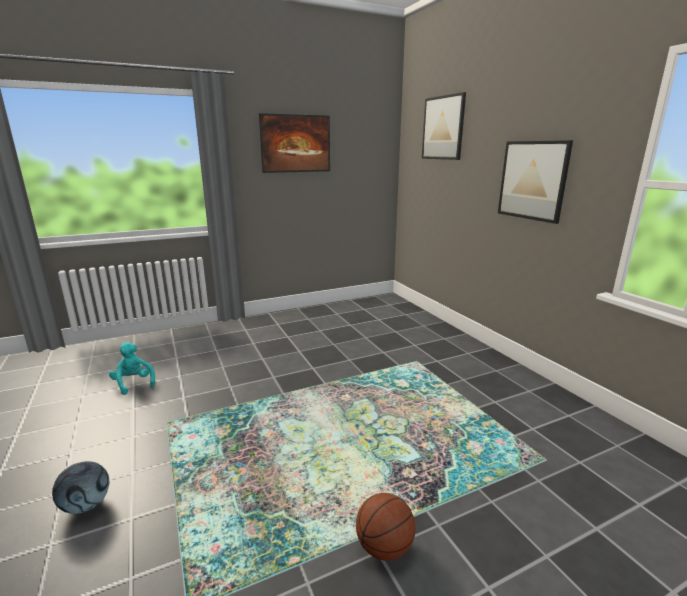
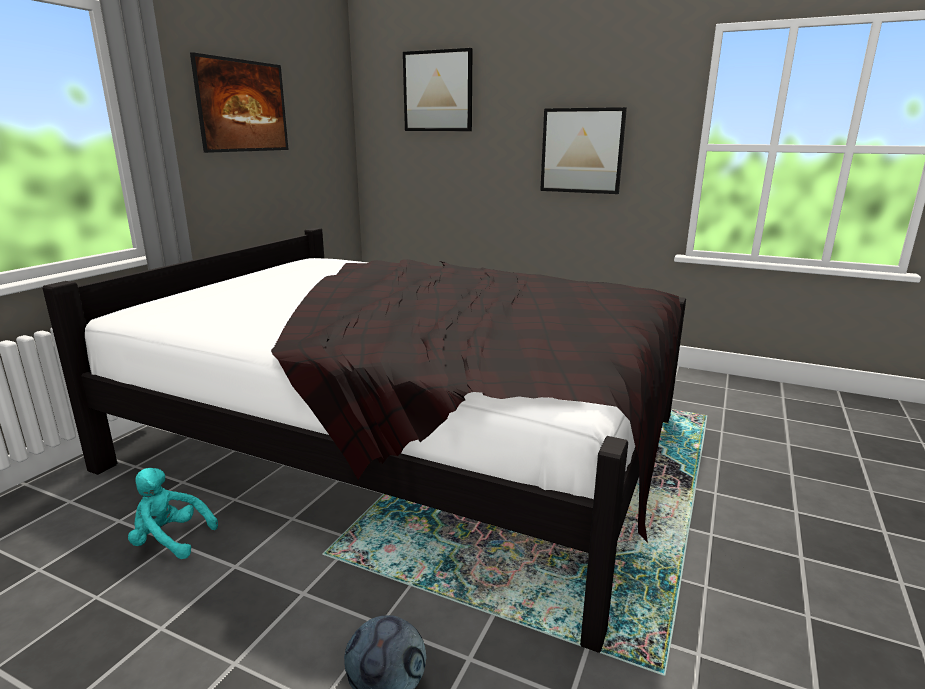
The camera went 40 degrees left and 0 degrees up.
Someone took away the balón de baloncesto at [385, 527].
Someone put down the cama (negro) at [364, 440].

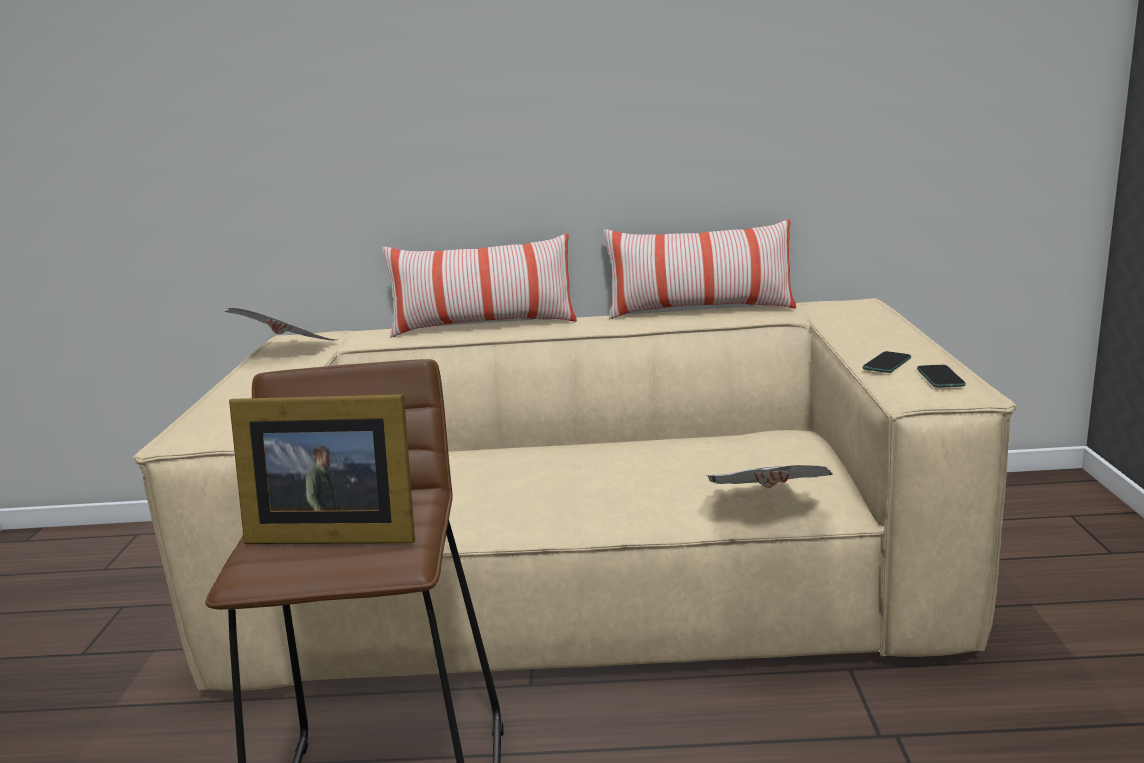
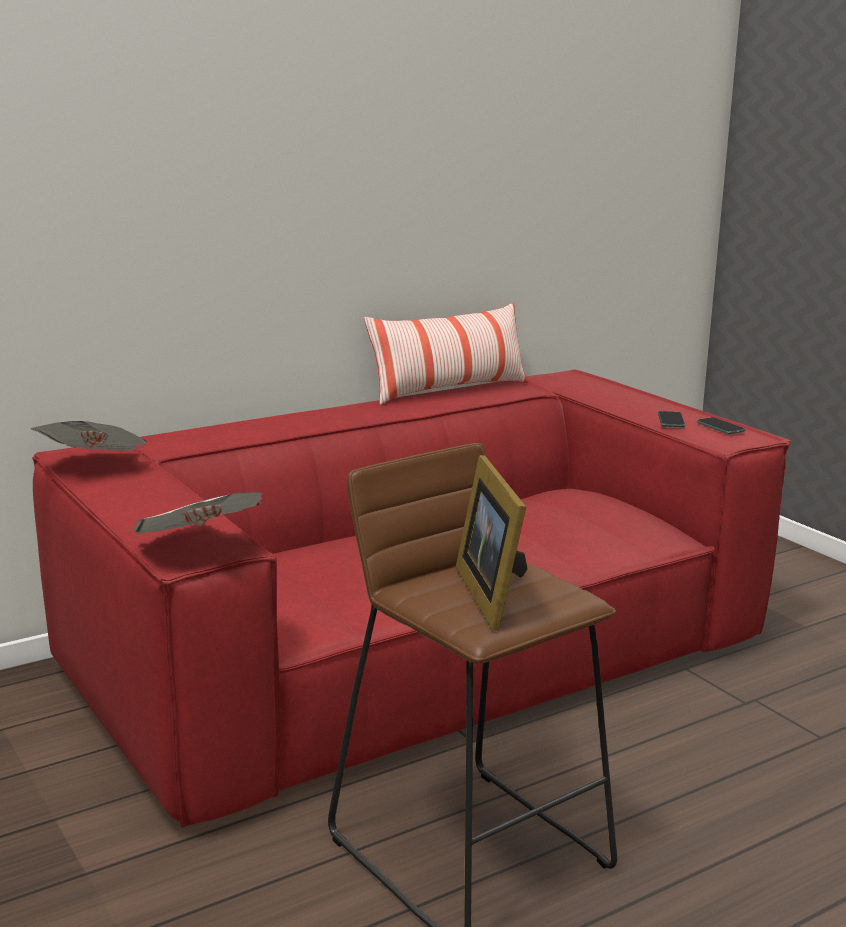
The camera went 35 degrees left and 0 degrees up.
Someone repainted the sofá (beis) at [575, 494], which became the sofá (rojo) at [411, 598].
Someone rotated the portarretratos at [322, 469] by 105 degrees clockwise.
Someone took away the cojín at [480, 285].
Someone carried the periódico from [770, 476] to [197, 513].

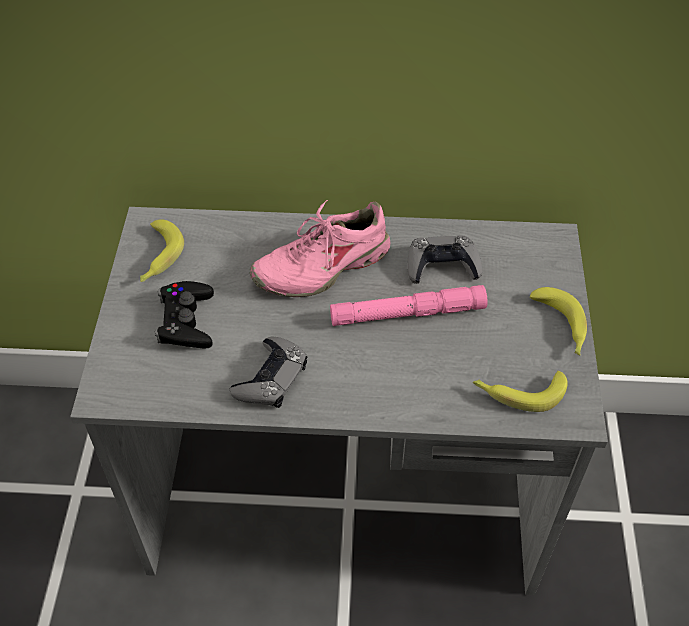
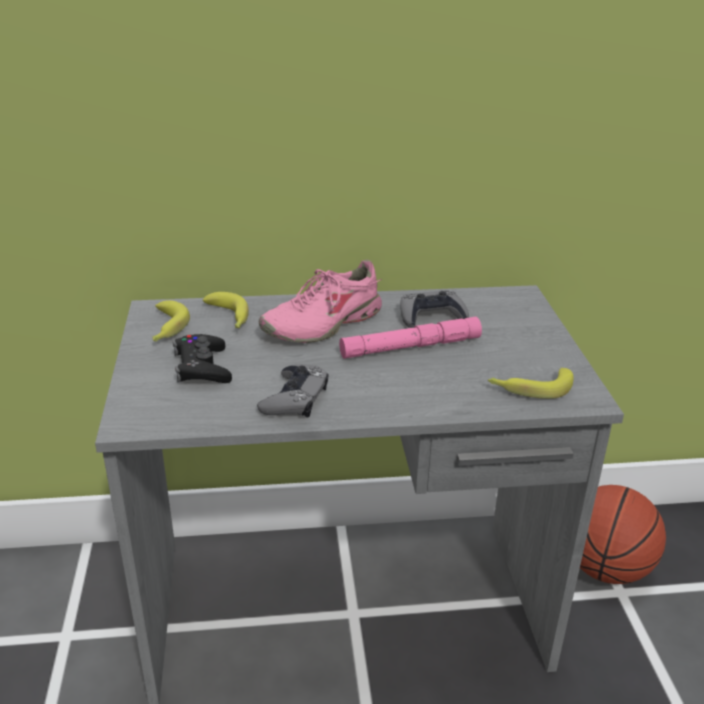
The camera went 10 degrees left and 20 degrees down.
Someone carried the plátano from [558, 321] to [226, 310].
Someone put down the balón de baloncesto at [623, 534].

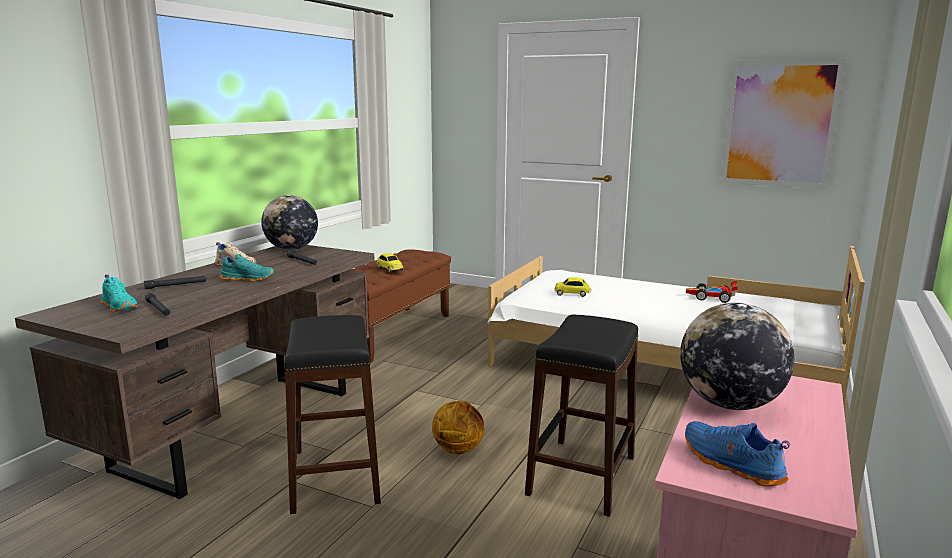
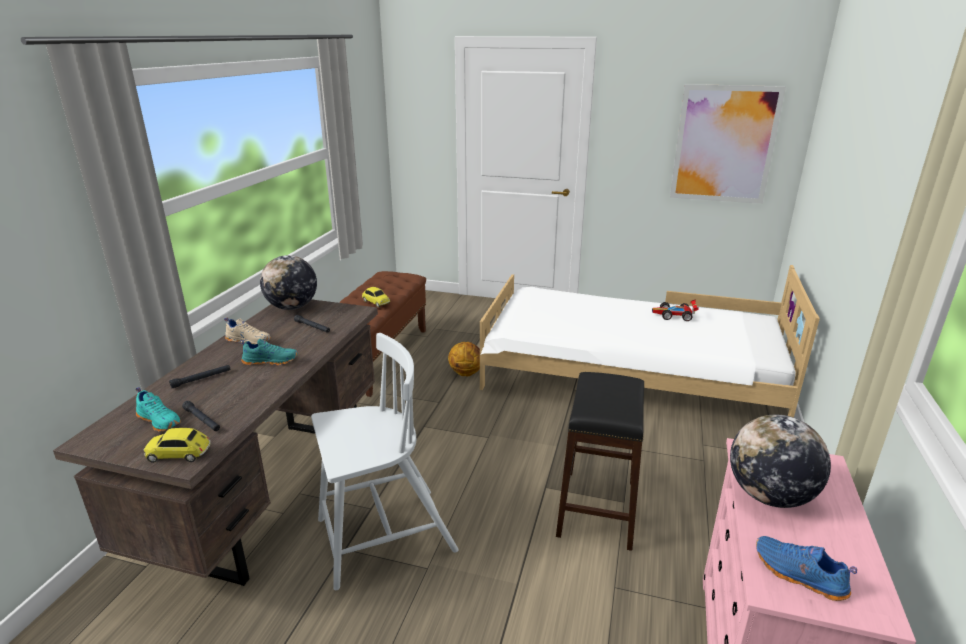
The camera went 10 degrees left and 10 degrees up.
Someone swapped the taburete (negro) at [332, 414] for the silla (blanco) at [385, 461].
Someone carried the balón de baloncesto from [458, 428] to [464, 359].
Someone carried the coche de juguete from [573, 287] to [177, 445].

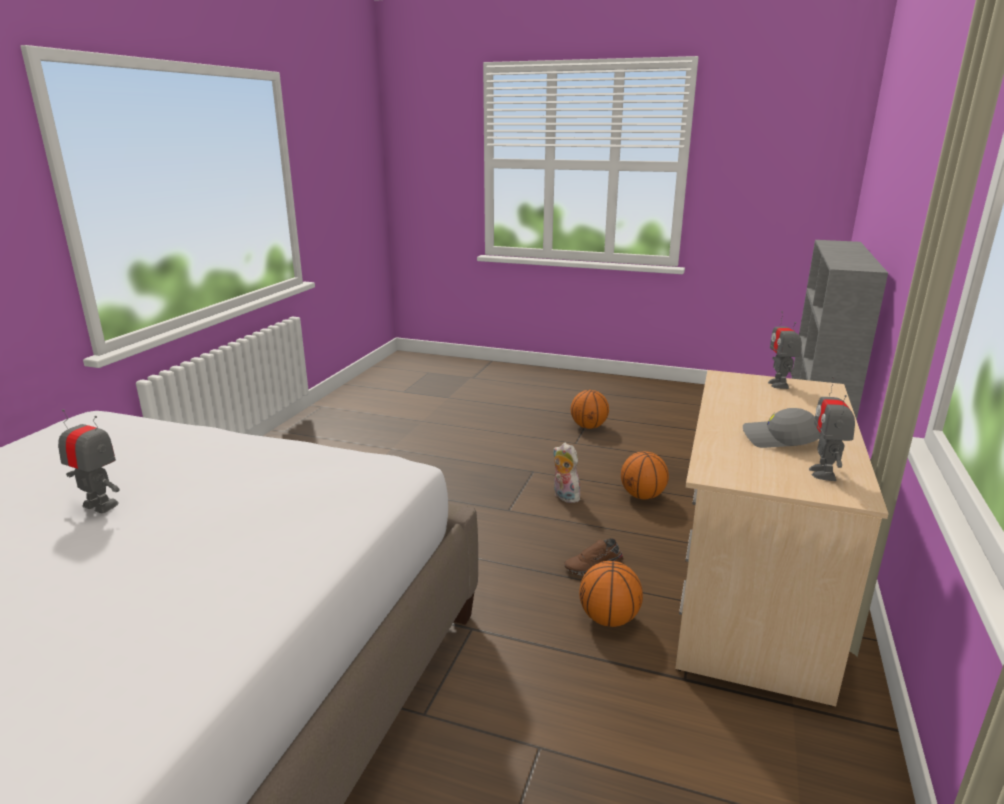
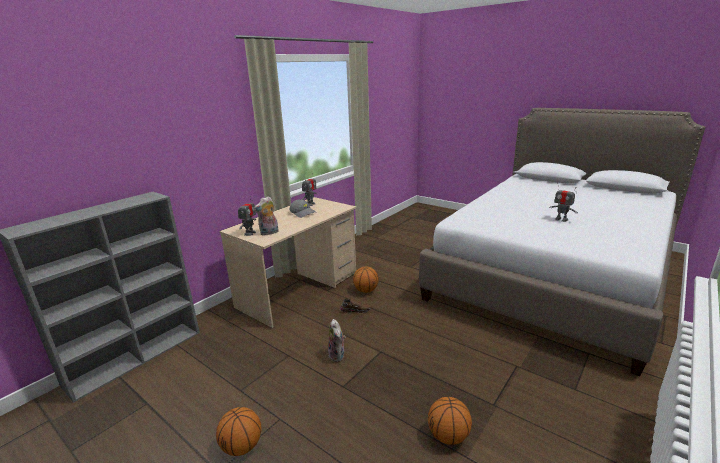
The camera went 160 degrees left and 0 degrees up.
Someone carried the balón de baloncesto from [645, 475] to [450, 421].
Someone put down the peluche at [266, 216].

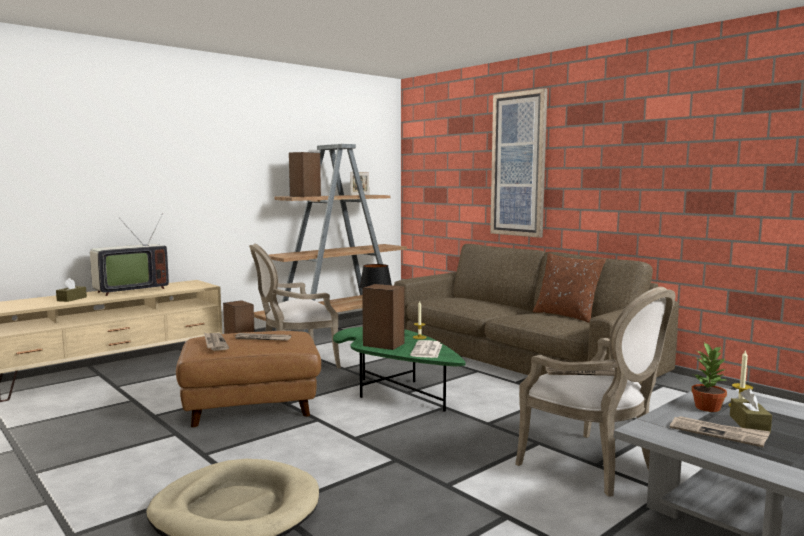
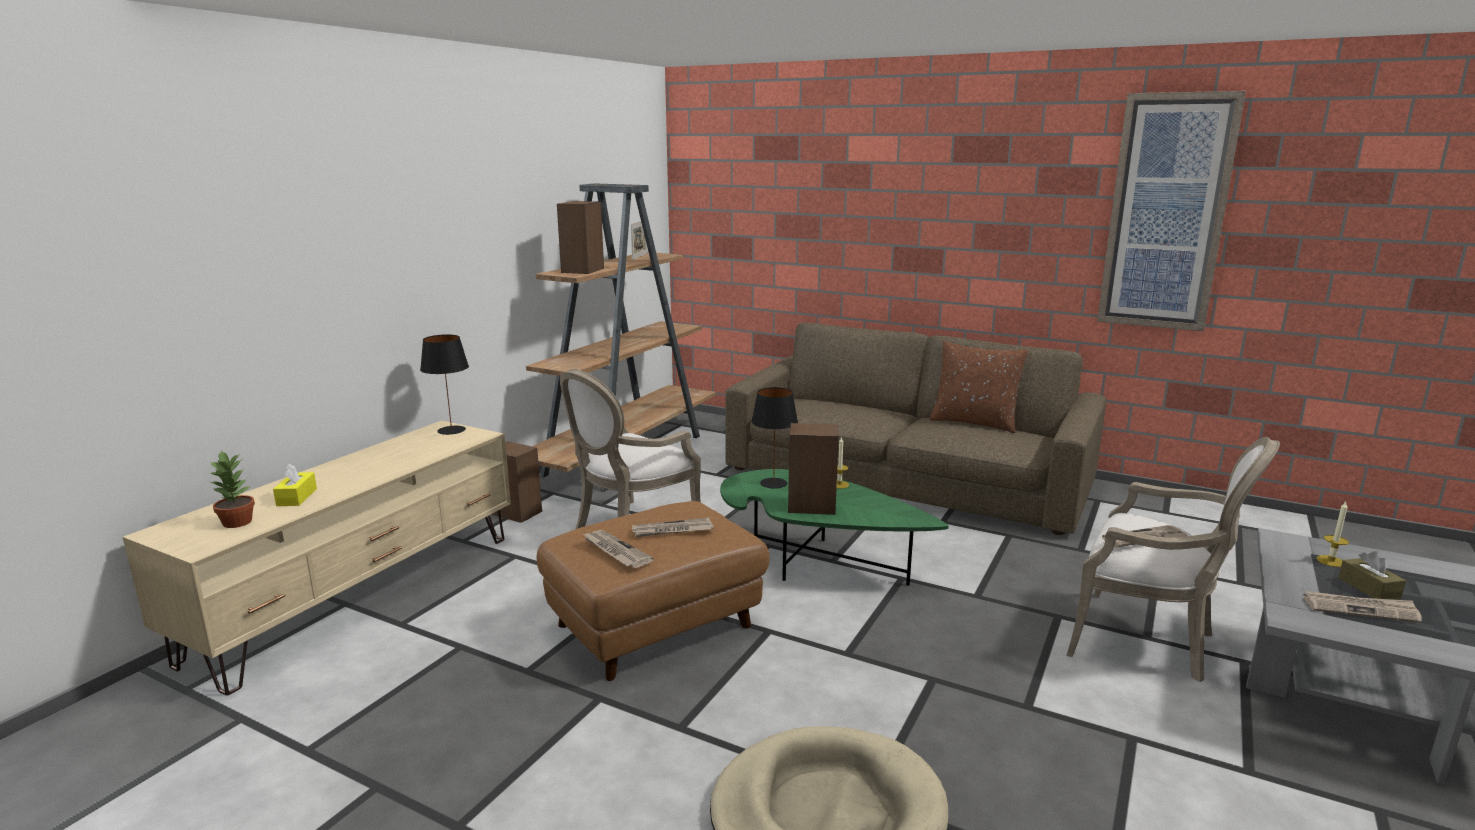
The camera went 20 degrees left and 10 degrees up.
Someone repainted the caja de pañuelos (marrón) at [71, 290], which became the caja de pañuelos (amarillo) at [295, 484].
Someone took away the televisor at [129, 254].
Someone took away the periódico at [426, 349].
Someone carried the cuadro from [519, 163] to [1171, 211].
Someone carried the planta en maceta from [709, 377] to [232, 489].
Someone put down the lámpara de mesa (negro) at [444, 384].

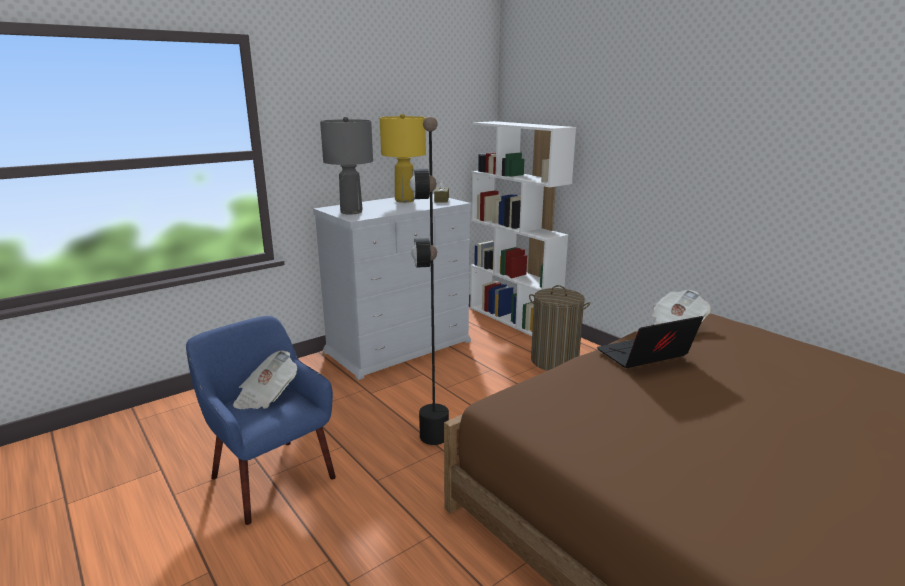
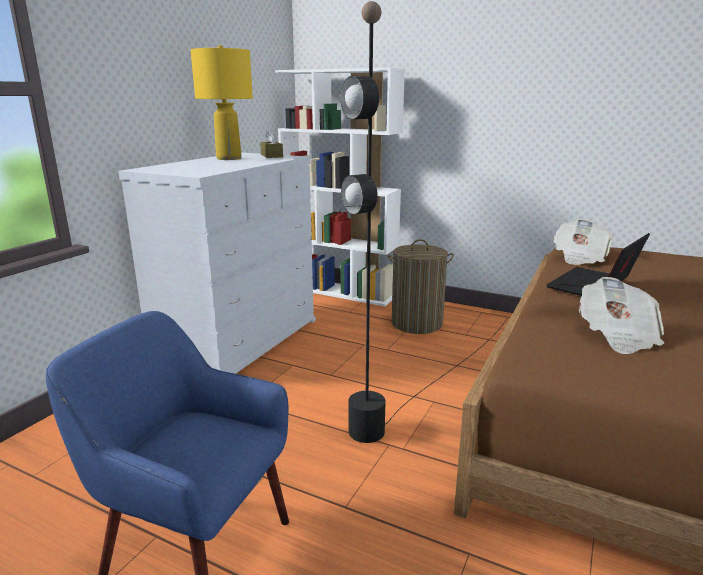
The camera went 25 degrees left and 0 degrees up.
Someone carried the periódico from [265, 380] to [621, 315].
Someone took away the lámpara de mesa (gris) at [346, 166].

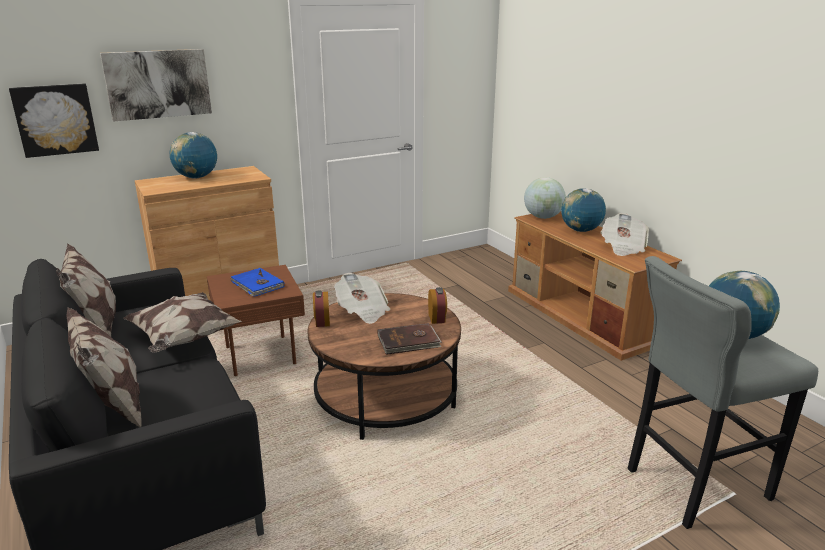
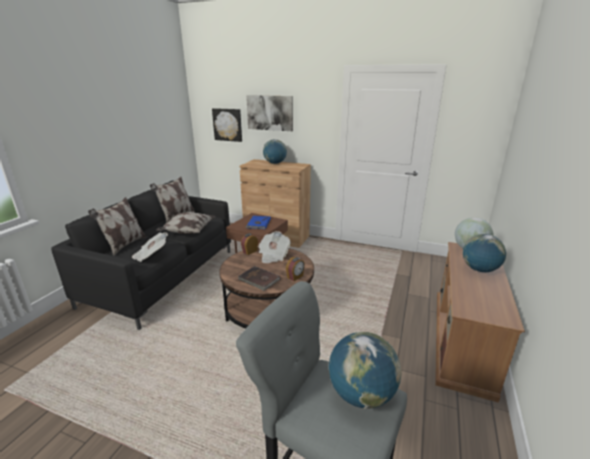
The camera went 50 degrees right and 0 degrees up.
Someone carried the periódico from [625, 234] to [150, 247].

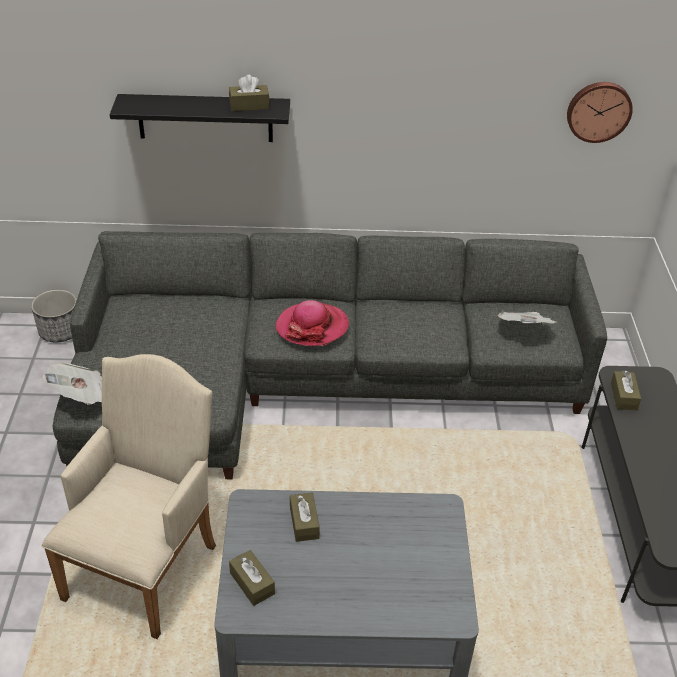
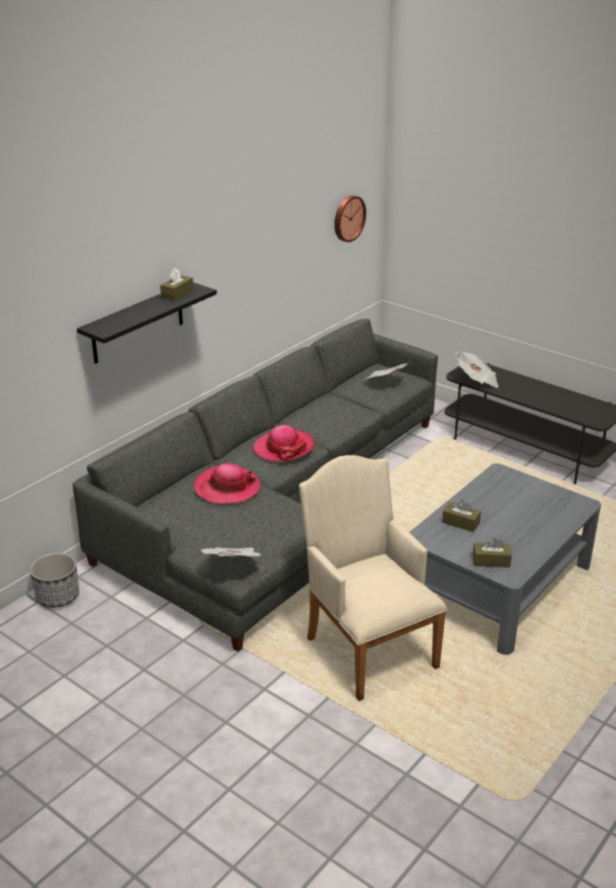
The camera went 50 degrees left and 10 degrees down.
Someone swapped the caja de pañuelos (marrón) at [626, 390] for the periódico at [476, 370].
Someone put down the sombrero at [227, 483].

